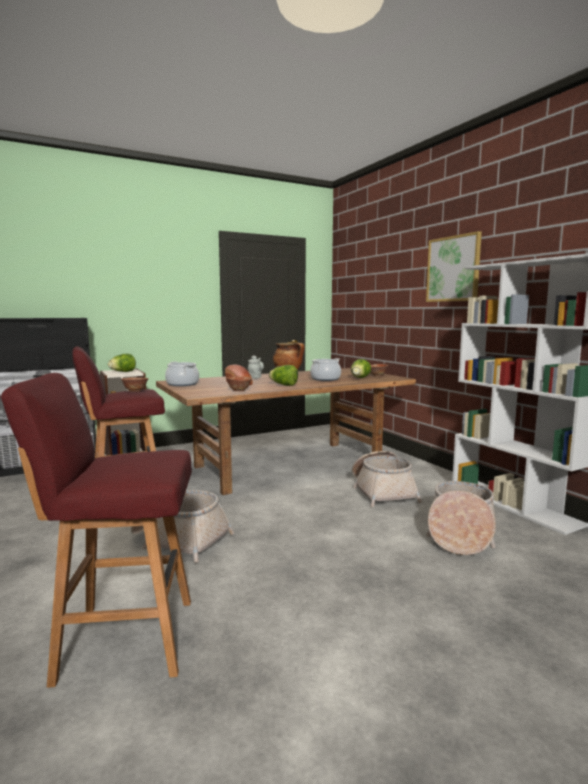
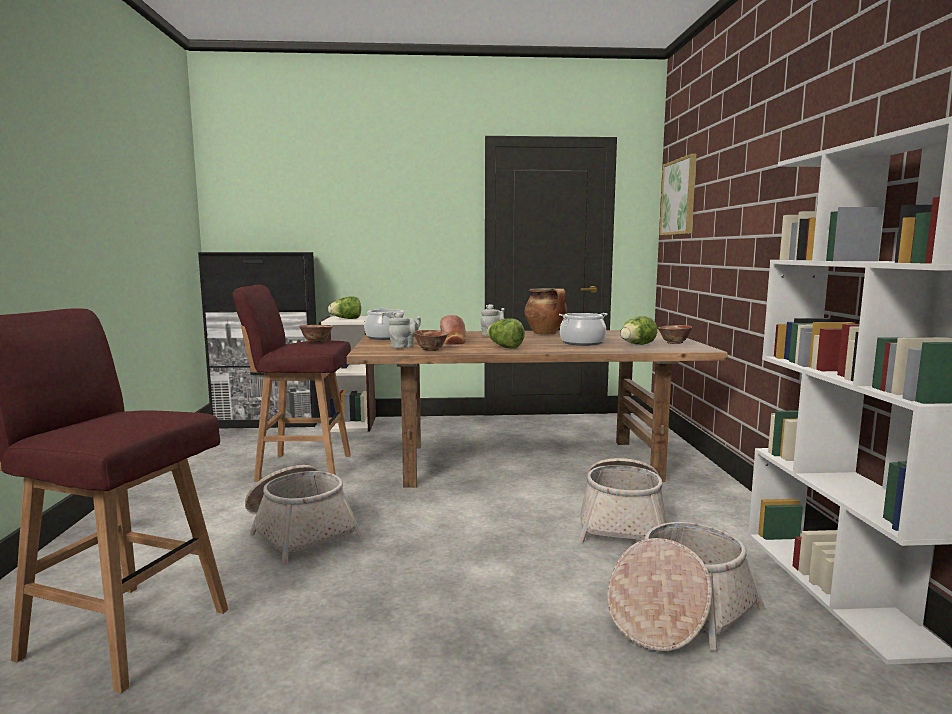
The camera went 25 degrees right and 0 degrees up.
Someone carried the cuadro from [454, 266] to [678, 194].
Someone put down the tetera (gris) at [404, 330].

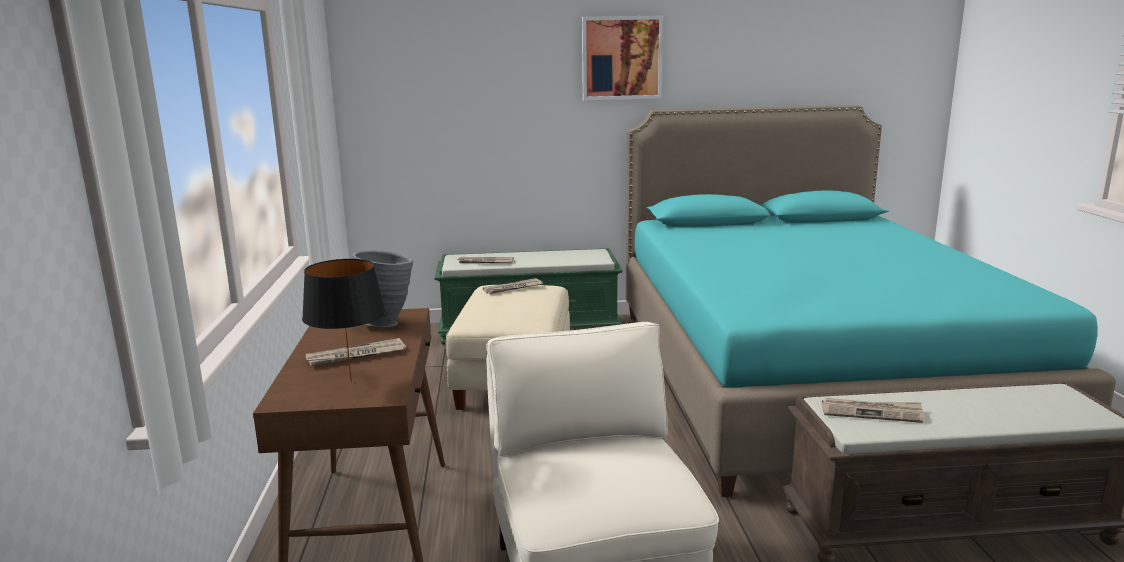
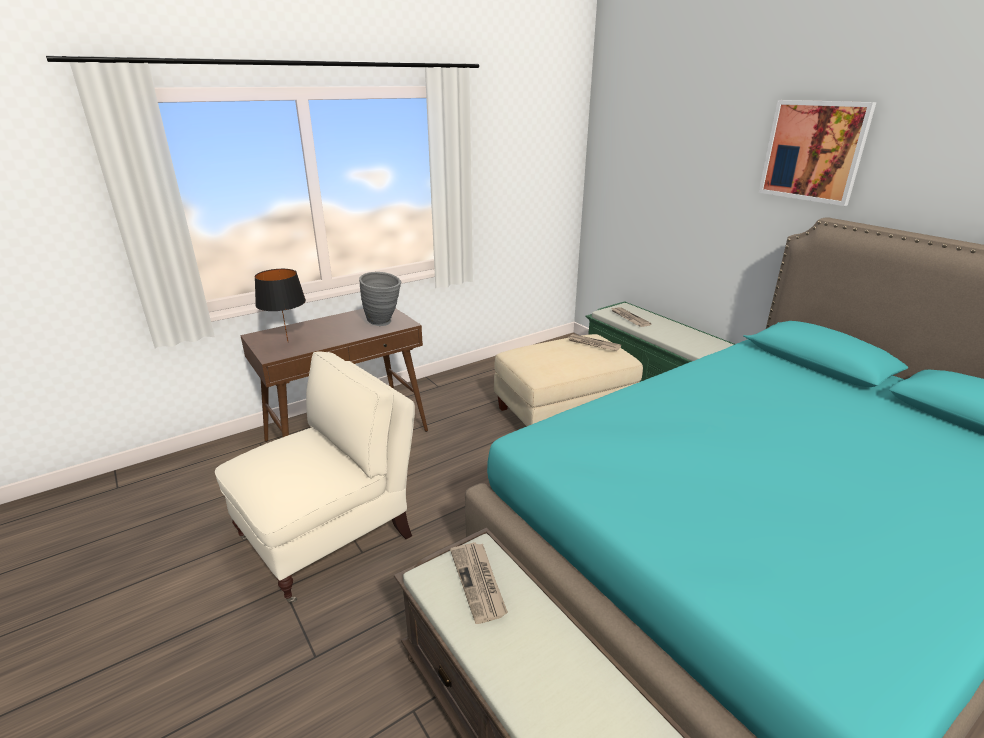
The camera went 60 degrees right and 10 degrees up.
Someone took away the periódico at [356, 352].

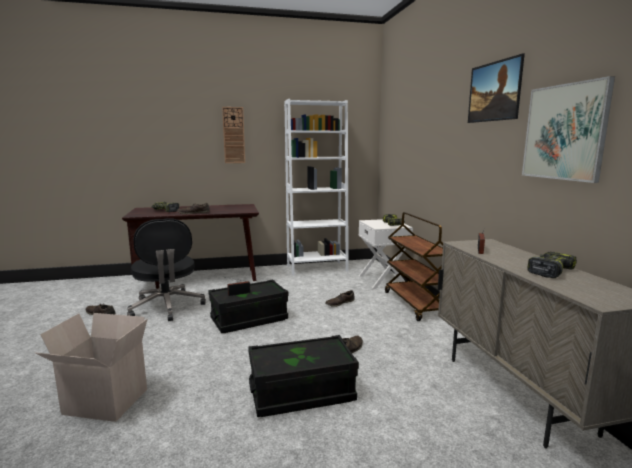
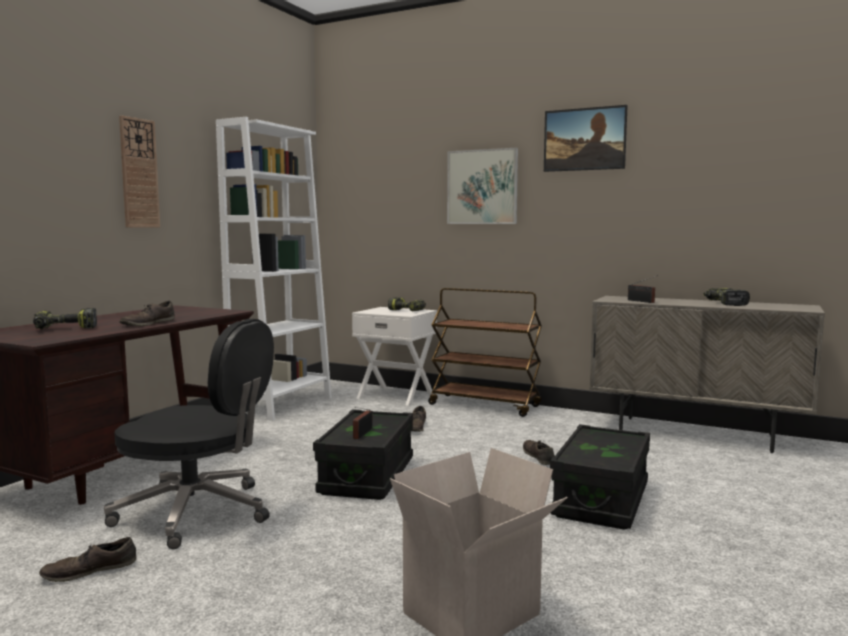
The camera went 50 degrees left and 5 degrees down.
Someone carried the cuadro from [568, 129] to [482, 186].

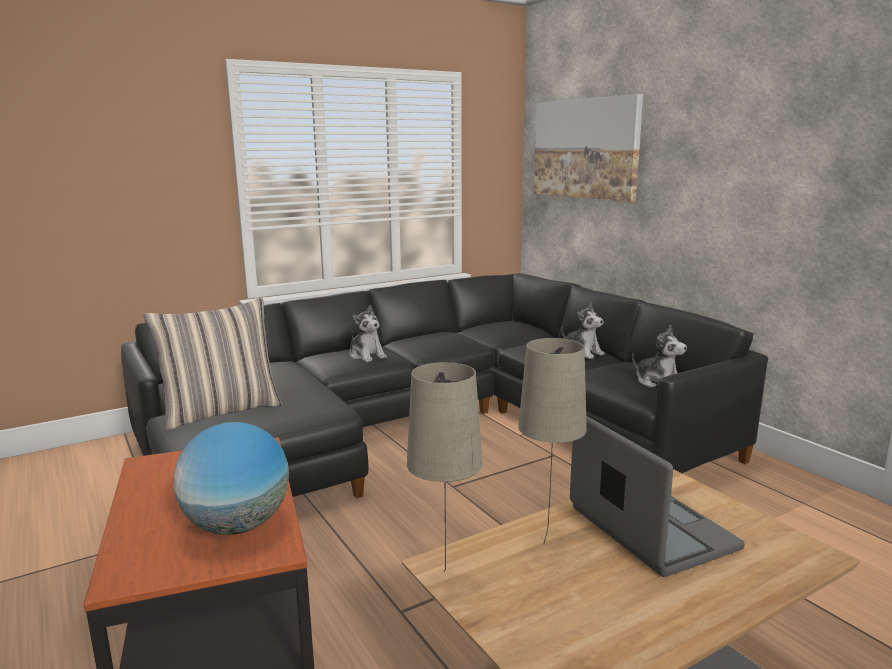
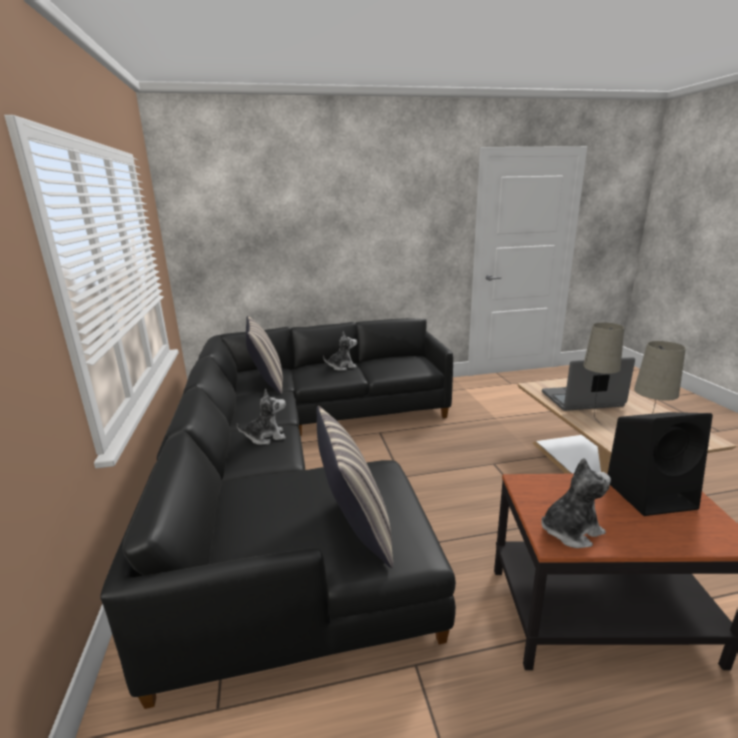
The camera went 70 degrees left and 5 degrees up.
Someone swapped the globo terráqueo at [231, 478] for the altavoz (negro) at [660, 464].
Someone took away the cuadro at [588, 148].
Someone carried the peluche from [659, 356] to [576, 503].
Someone put down the cojín at [264, 355].

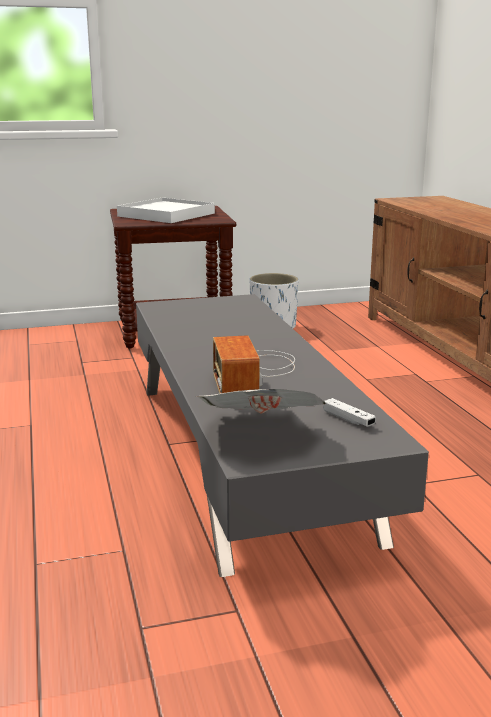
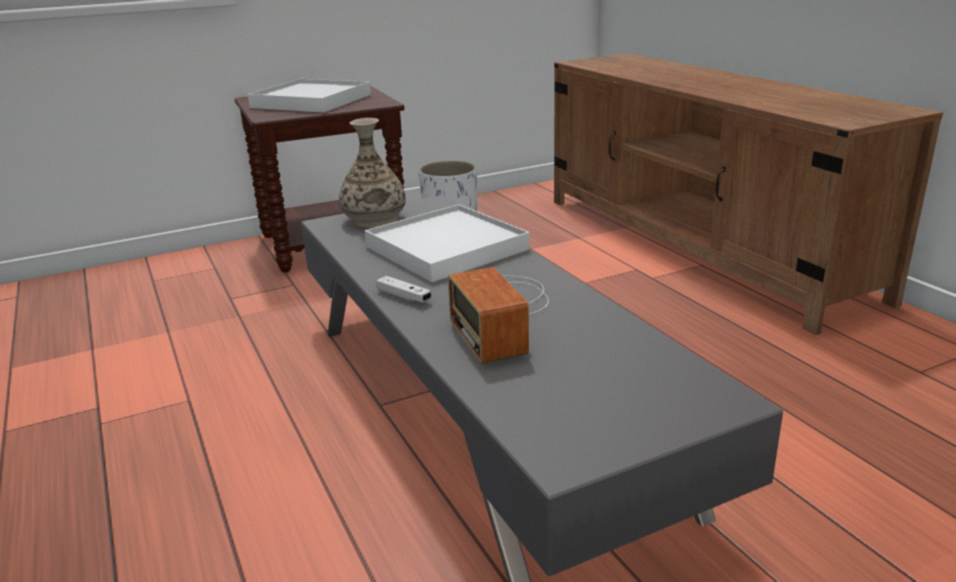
The camera went 10 degrees left and 5 degrees up.
Someone took away the periódico at [261, 401].
Someone carried the mando de consola (blanco) from [349, 412] to [404, 289].
Someone put down the florero at [372, 173].
Someone put down the bandeja (blanco) at [447, 243].

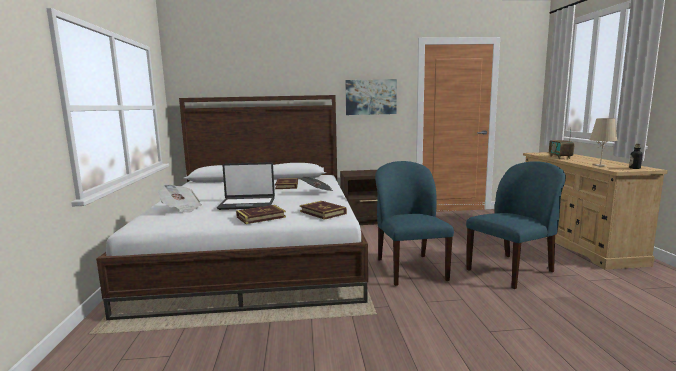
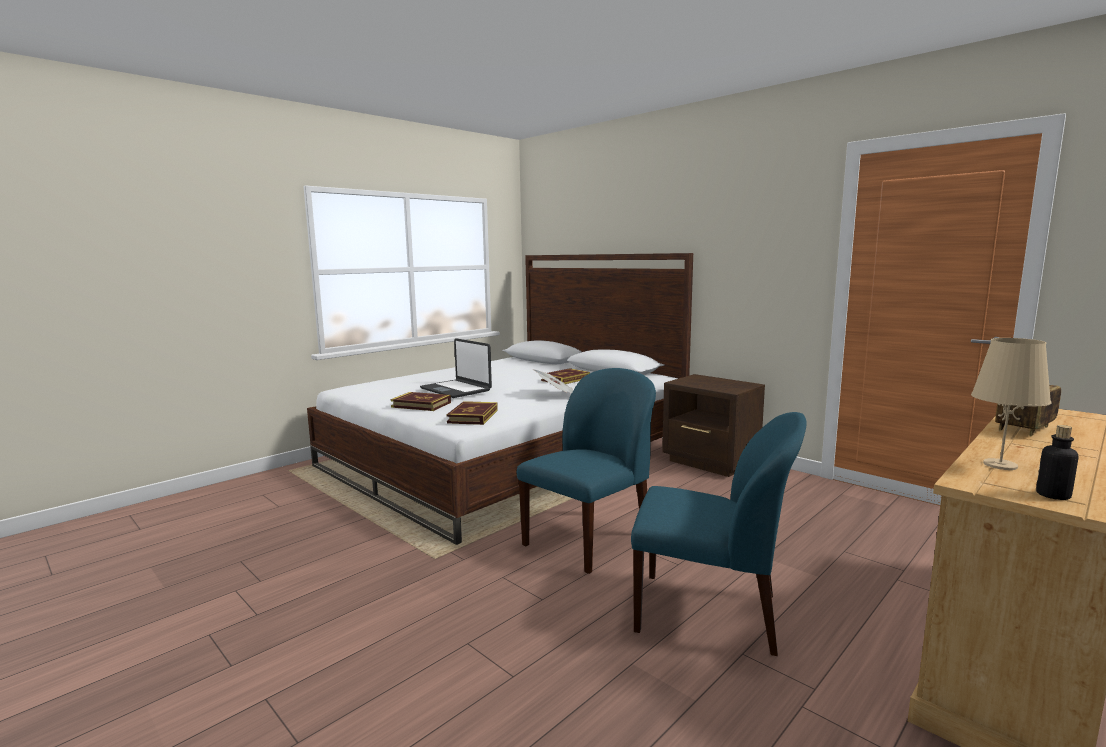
The camera went 50 degrees right and 0 degrees up.
Someone took away the periódico at [179, 199].
Someone took away the cuadro at [371, 97].

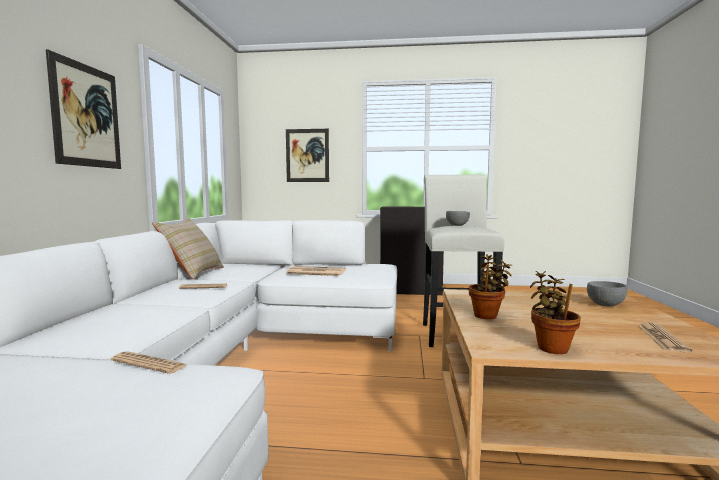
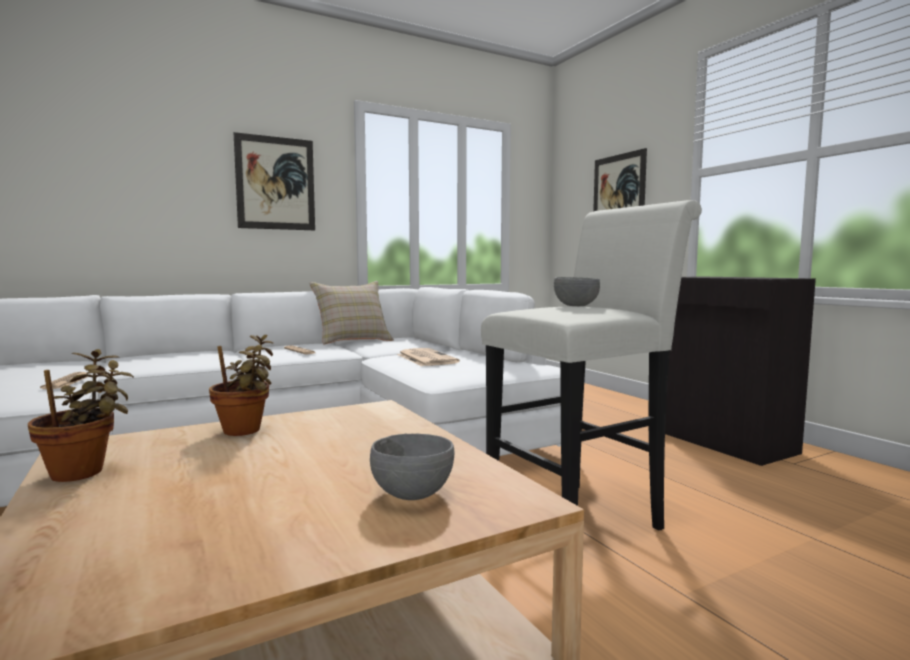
The camera went 55 degrees right and 0 degrees up.
Someone took away the periódico at [665, 338].

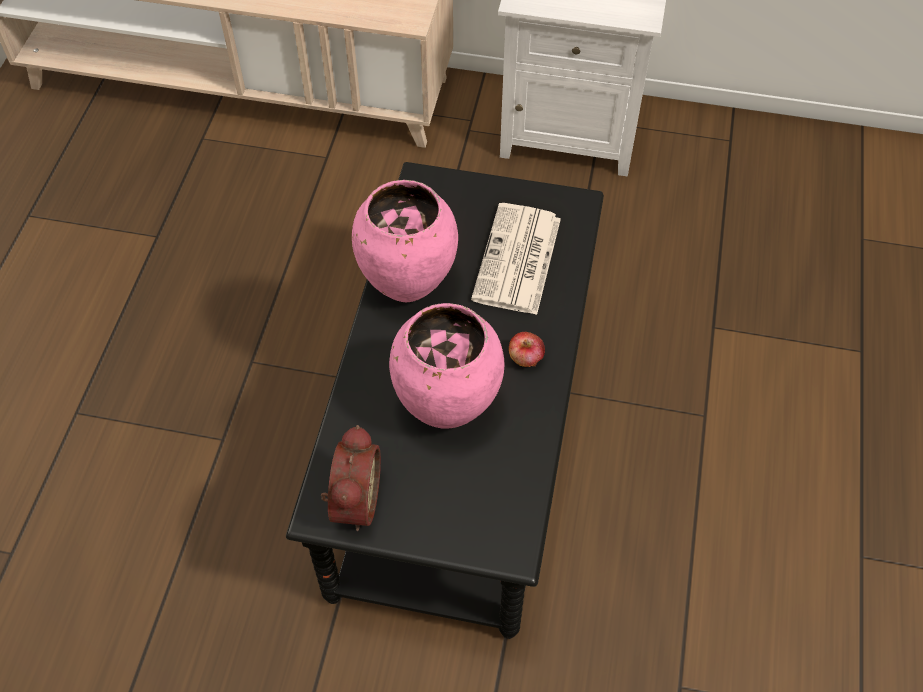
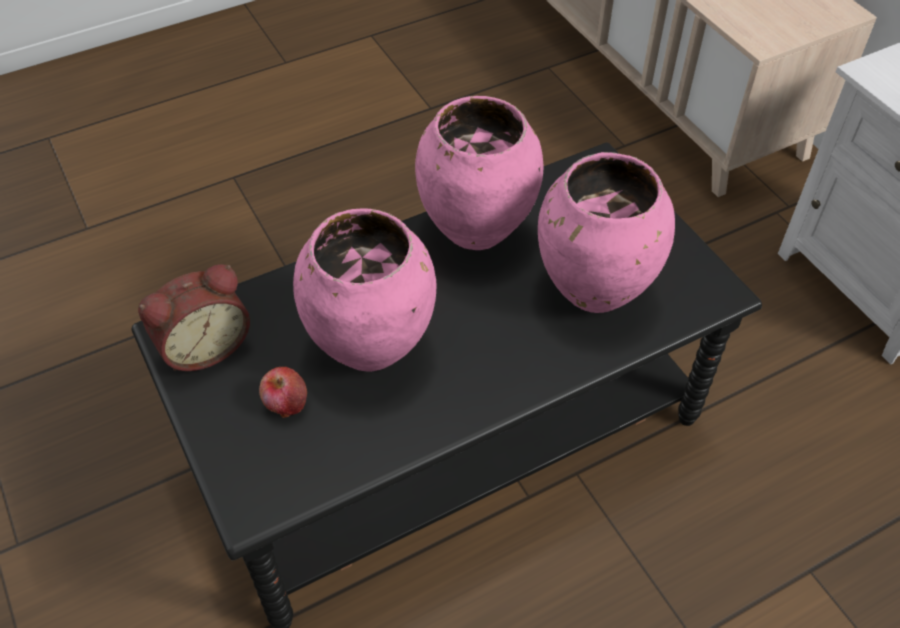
The camera went 50 degrees right and 5 degrees down.
Someone swapped the periódico at [516, 259] for the florero (rosa) at [606, 232].
Someone carried the manzana from [527, 349] to [283, 392].

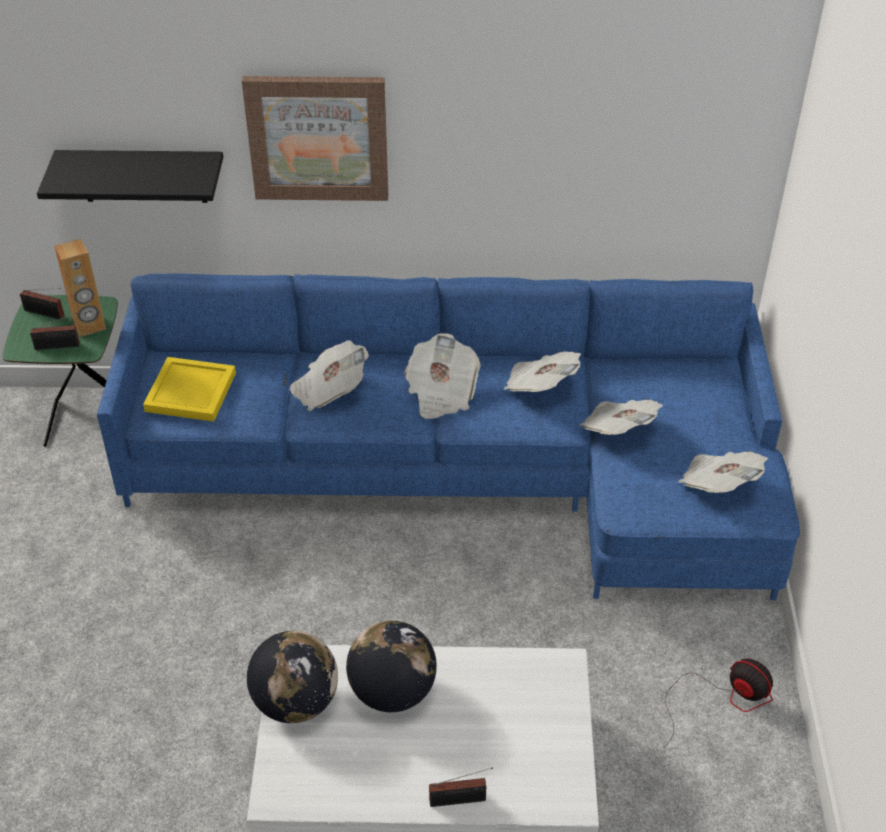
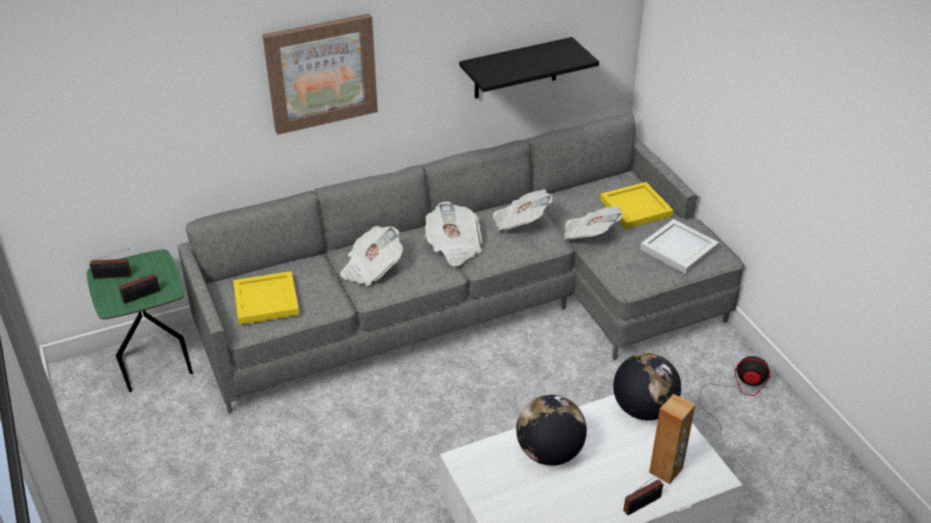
The camera went 25 degrees left and 5 degrees down.
Someone carried the estante (negro) from [130, 176] to [529, 67].
Someone carried the altavoz (marrón) from [80, 288] to [672, 439].
Someone repainted the sofá (azul) at [448, 436], which became the sofá (gris) at [460, 263].
Someone carried the globo terráqueo from [292, 677] to [647, 386].
Someone swapped the periódico at [723, 472] for the bandeja (blanco) at [679, 246].
Someone put down the bandeja (amarillo) at [637, 205].

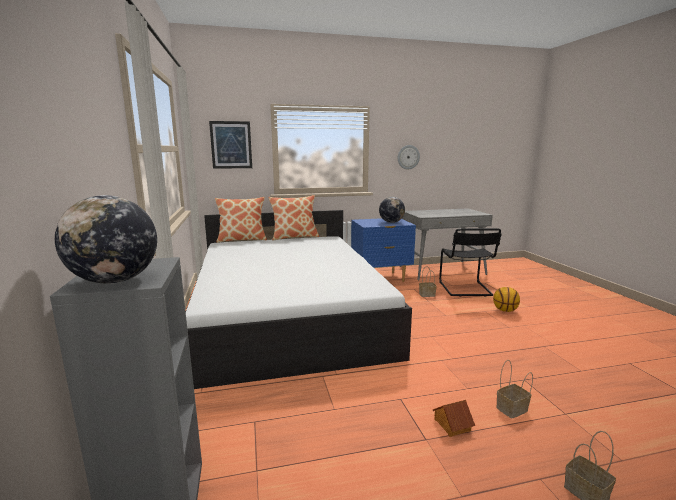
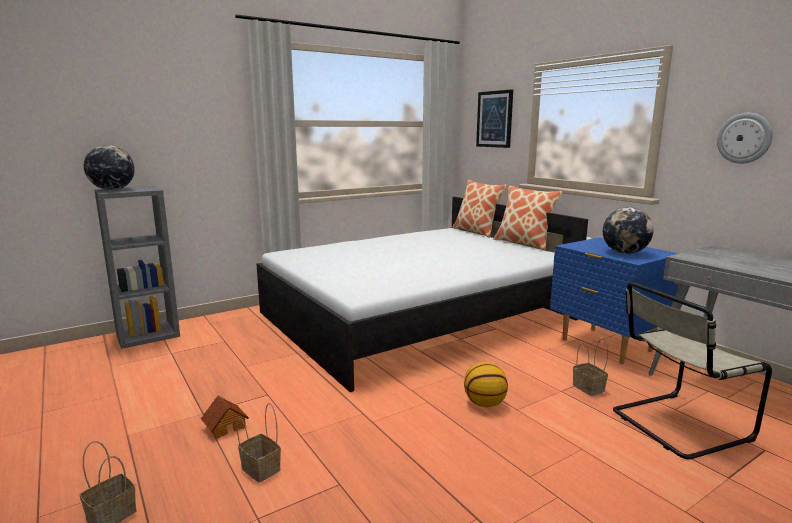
The camera went 70 degrees right and 0 degrees up.
Someone repainted the silla (negro) at [470, 262], which became the silla (beis) at [692, 370].
Someone carried the balón de baloncesto from [506, 299] to [486, 384].

